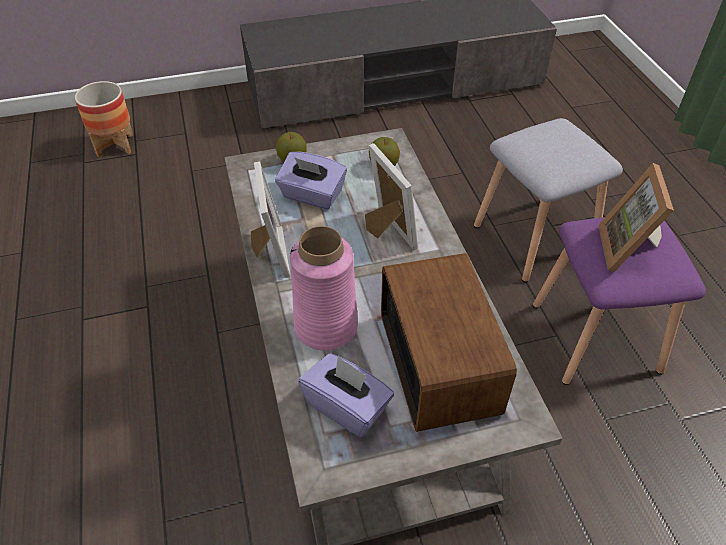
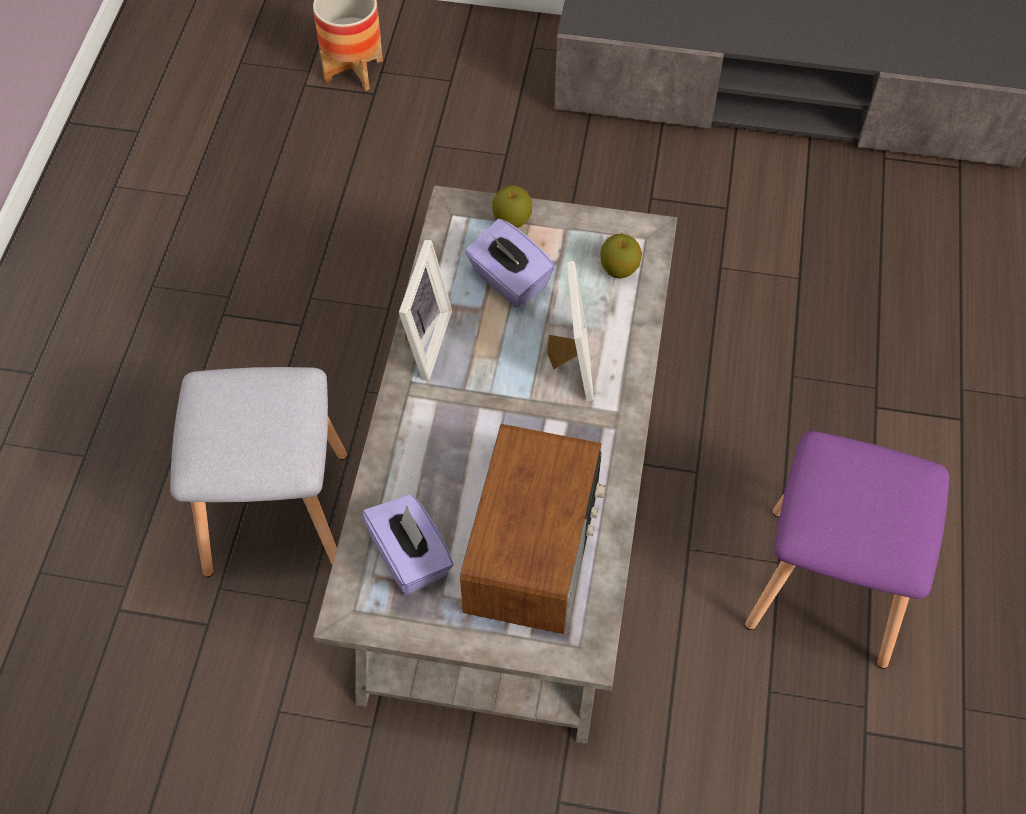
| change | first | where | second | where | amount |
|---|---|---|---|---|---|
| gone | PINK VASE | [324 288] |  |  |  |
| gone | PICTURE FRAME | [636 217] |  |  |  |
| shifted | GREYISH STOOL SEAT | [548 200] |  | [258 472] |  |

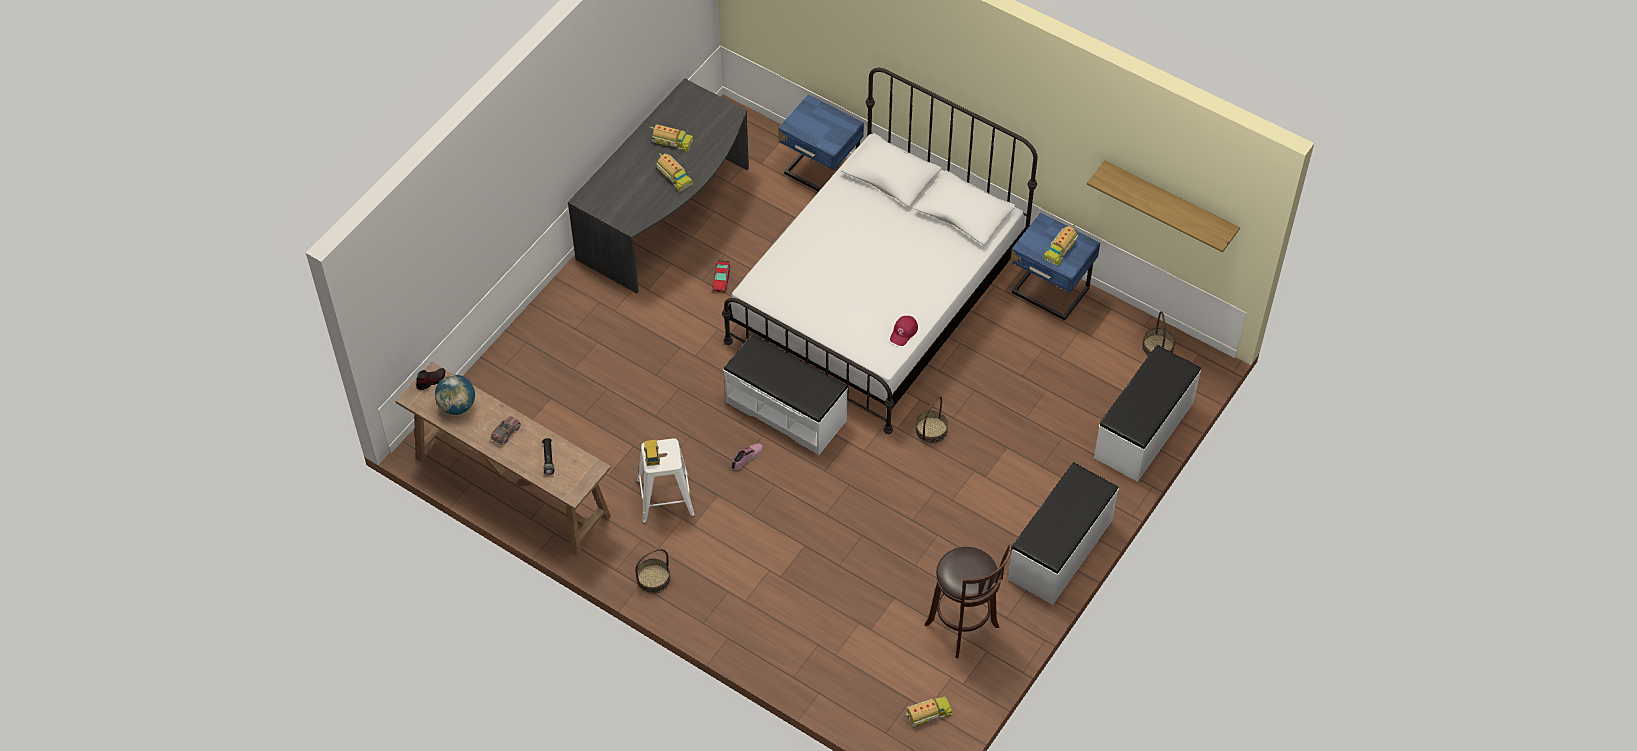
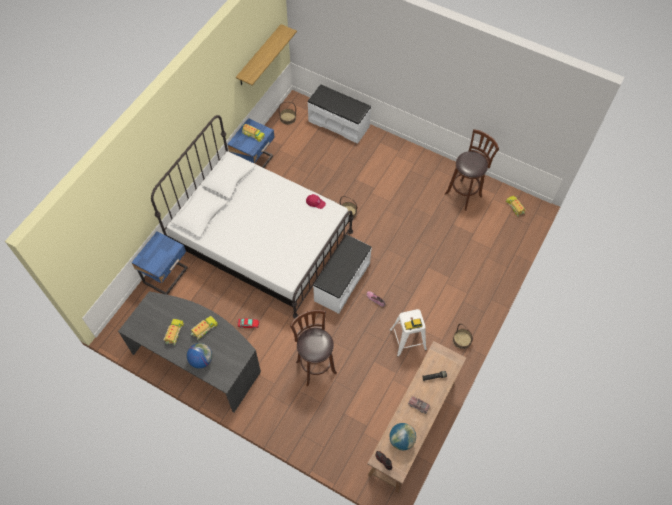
| change | first | where | second | where | amount |
|---|---|---|---|---|---|
| gone | WHITE BENCH | [1063 533] |  |  |  |
| new |  |  | DESK GLOBE | [199 355] |  |
| new |  |  | BROWN-COLOURED STOOL SEAT | [313 348] |  |

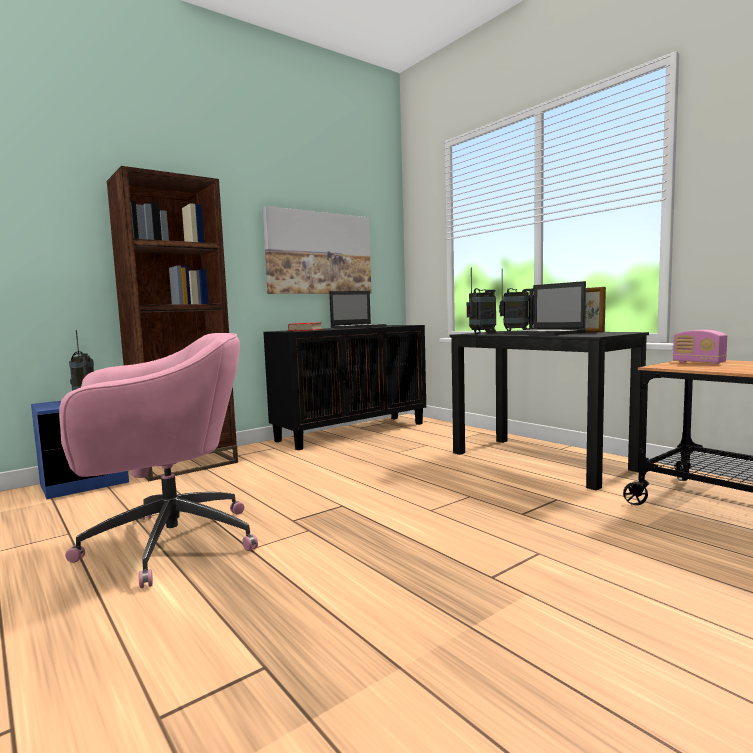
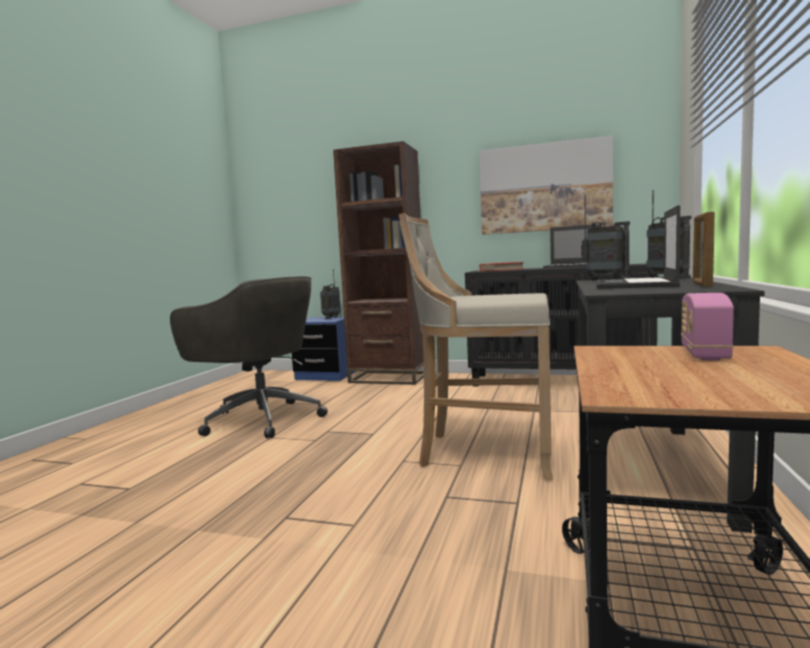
| change | first | where | second | where | amount |
|---|---|---|---|---|---|
| new |  |  | BEIGE-COLOURED STOOL SEAT | [476 346] |  |
| repainted | PINK COMPUTER CHAIR | [158 460] | GREYISH COMPUTER CHAIR | [249 357] |  |

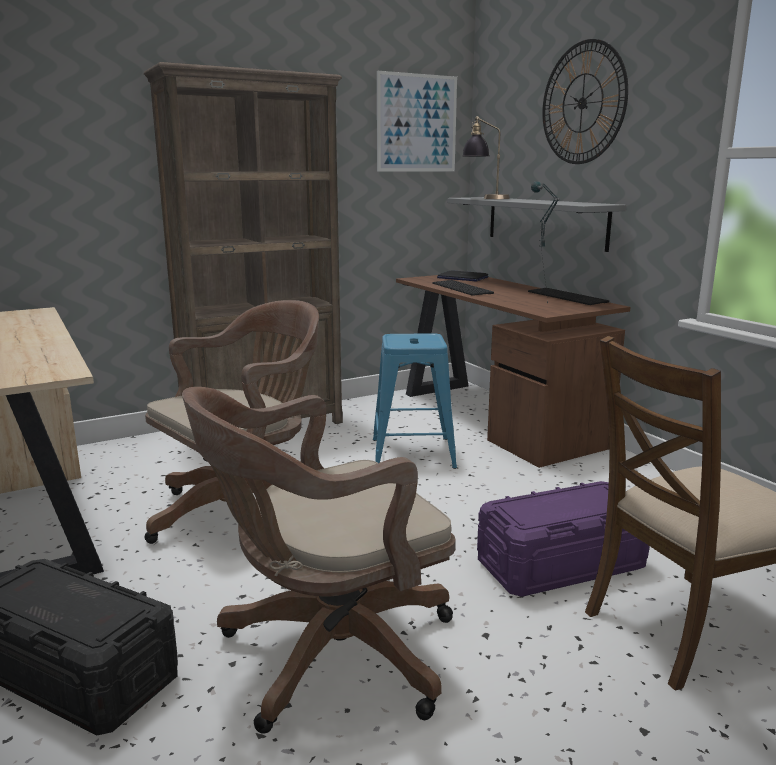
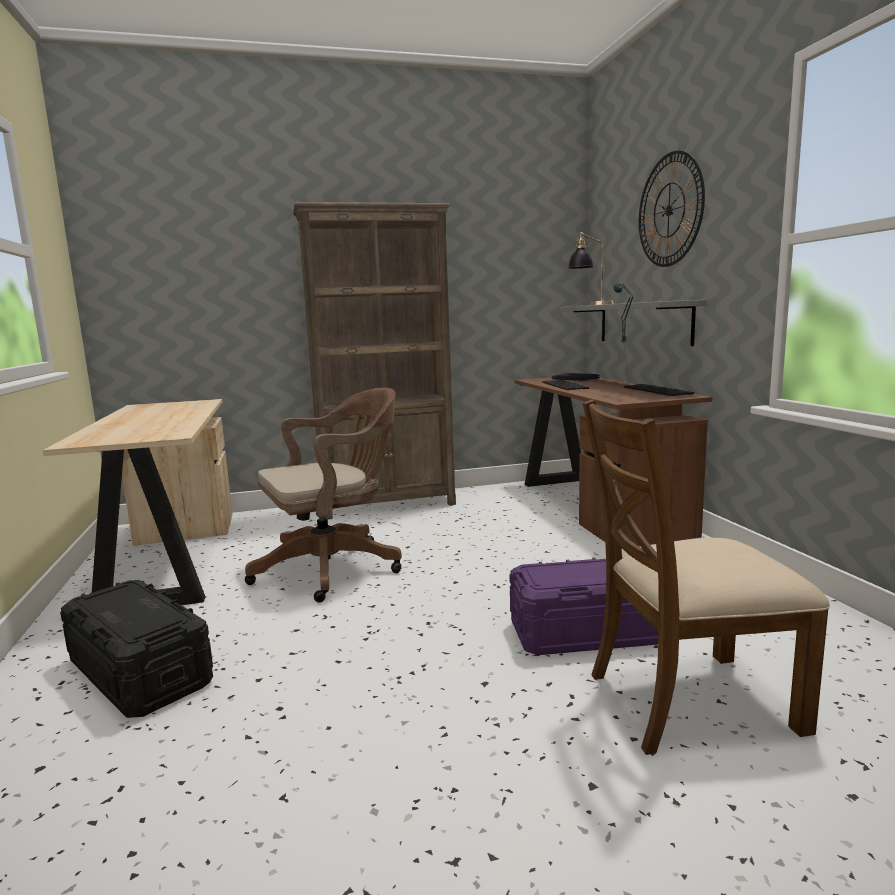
| change | first | where | second | where | amount |
|---|---|---|---|---|---|
| gone | BROWN-COLOURED COMPUTER CHAIR | [319 560] |  |  |  |
| gone | BLUE STOOL SEAT | [415 401] |  |  |  |
| gone | PICTURE | [417 121] |  |  |  |

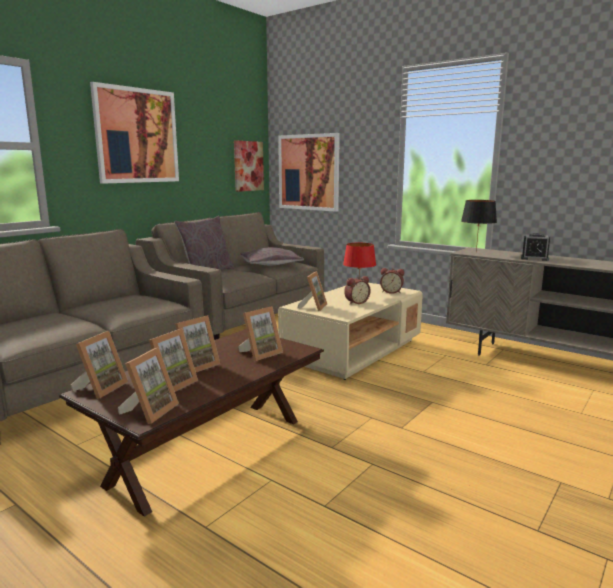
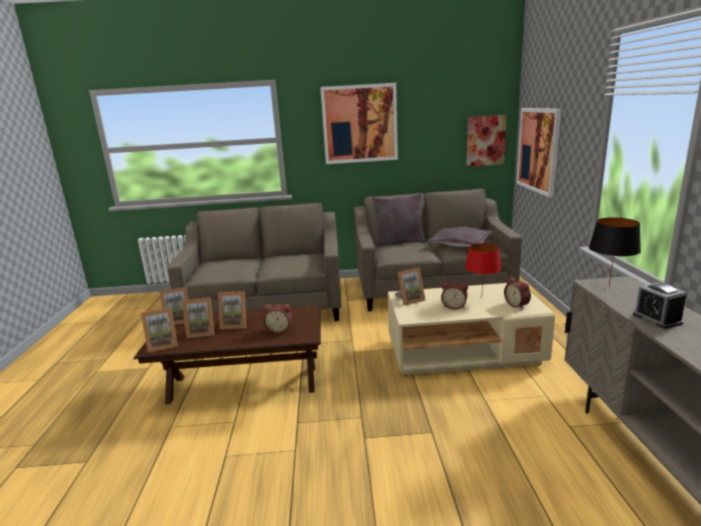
| change | first | where | second | where | amount |
|---|---|---|---|---|---|
| swapped | PICTURE FRAME | [260 333] | TABLE CLOCK | [277 319] |  |

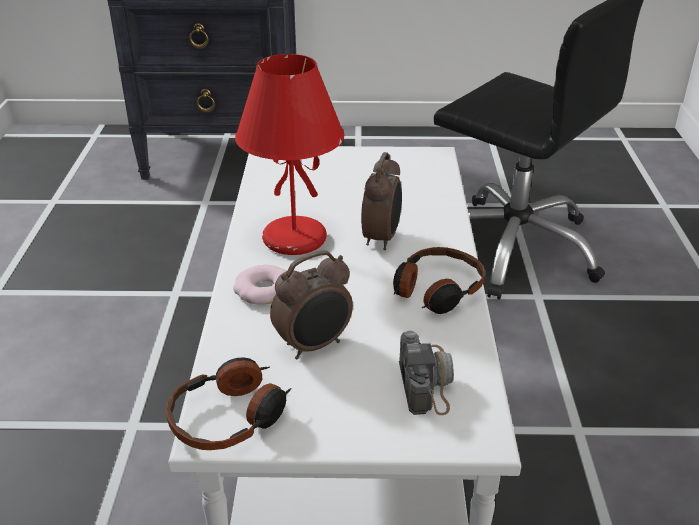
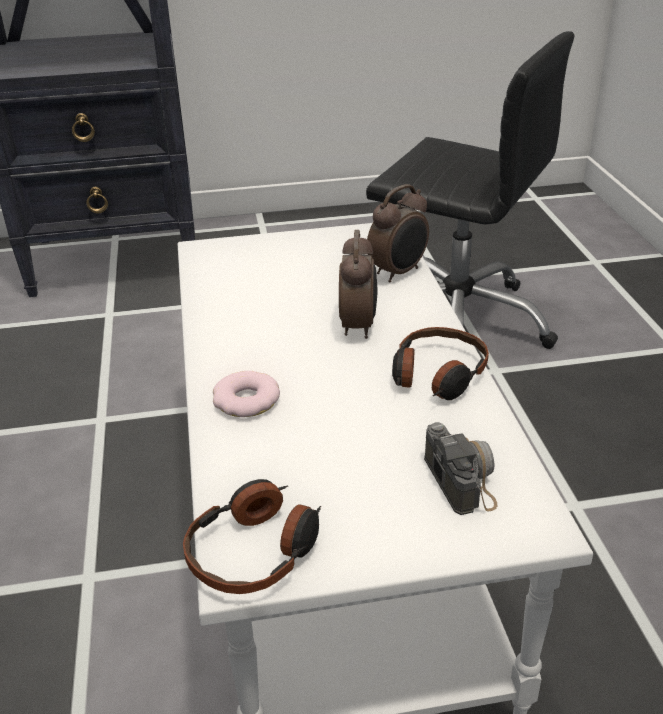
| change | first | where | second | where | amount |
|---|---|---|---|---|---|
| gone | RED-COLOURED TABLE LAMP | [289 154] |  |  |  |
| shifted | TABLE CLOCK | [311 304] |  | [398 233] |  |

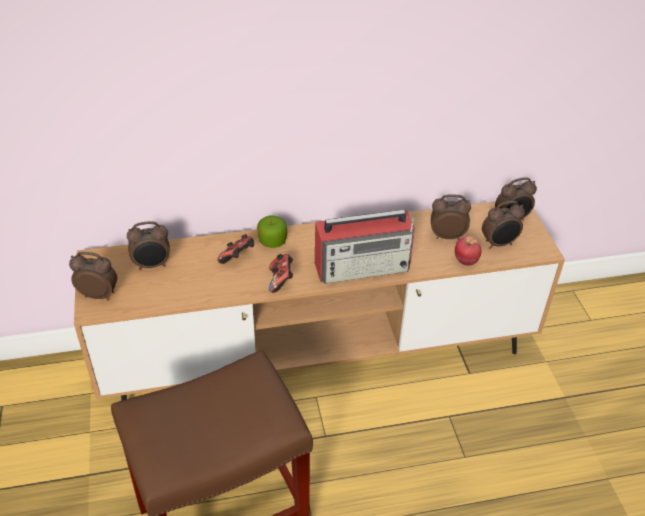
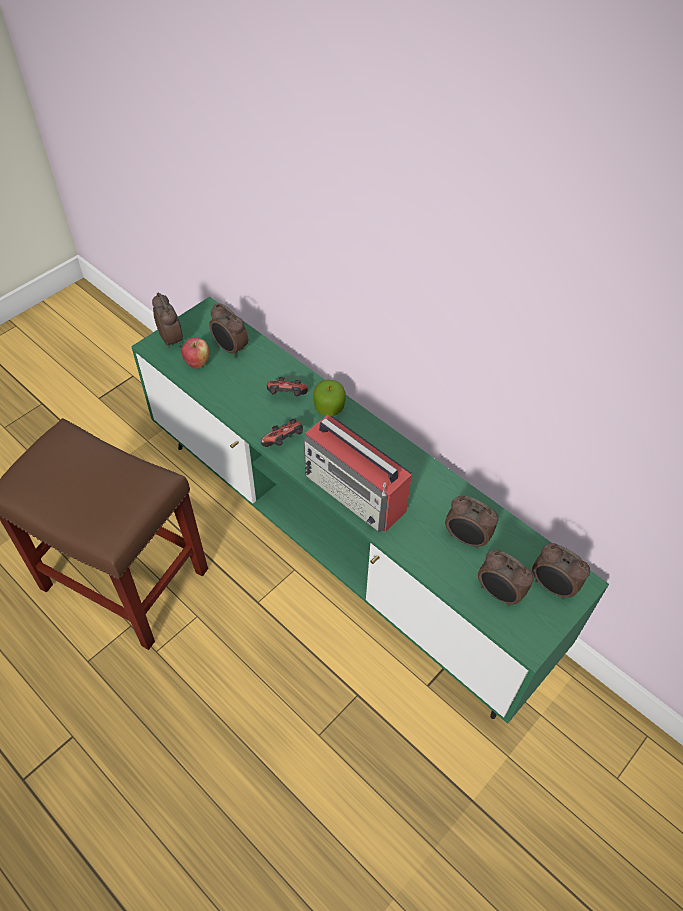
| change | first | where | second | where | amount |
|---|---|---|---|---|---|
| shifted | APPLE | [468 251] |  | [195 353] |  |
| repainted | BROWN-COLOURED MEDIA CONSOLE | [319 301] | GREEN MEDIA CONSOLE | [370 510] |  |
| rotated | TABLE CLOCK | [451 217] |  | [471 522] | 150 degrees clockwise |

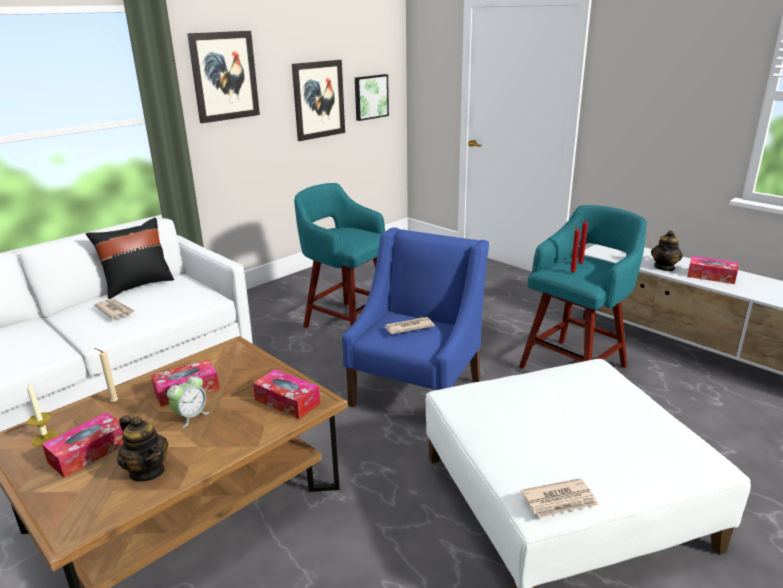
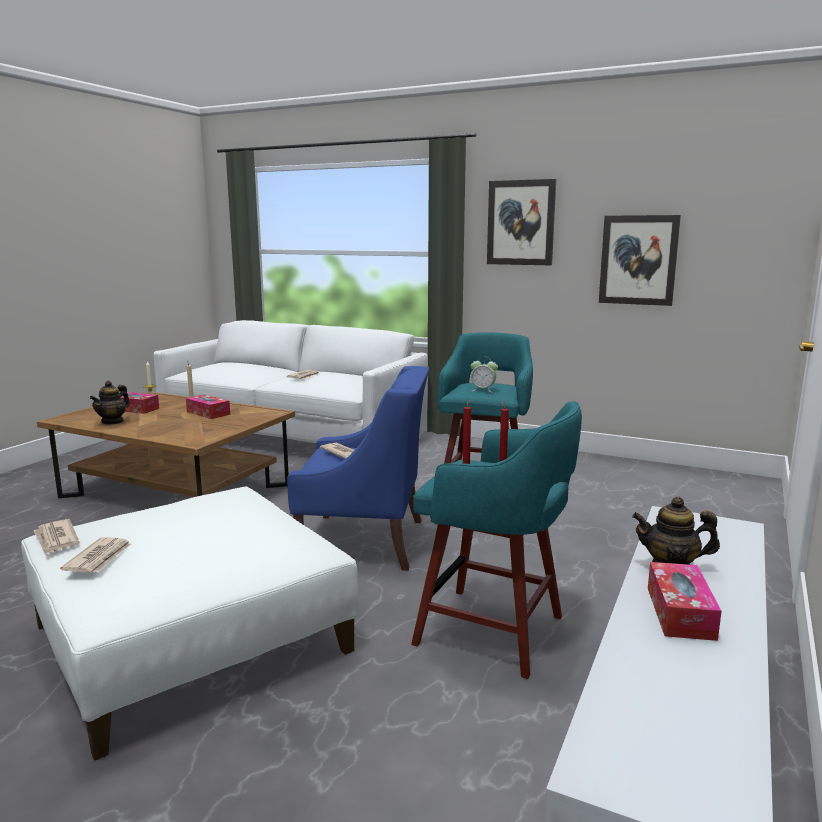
| change | first | where | second | where | amount |
|---|---|---|---|---|---|
| gone | BLACKISH THROW PILLOW | [130 258] |  |  |  |
| gone | TISSUE HOLDER | [286 394] |  |  |  |
| gone | PICTURE | [372 97] |  |  |  |
| new |  |  | DAILY PAPER | [95 555] |  |
| shifted | TABLE CLOCK | [188 401] |  | [484 376] |  |

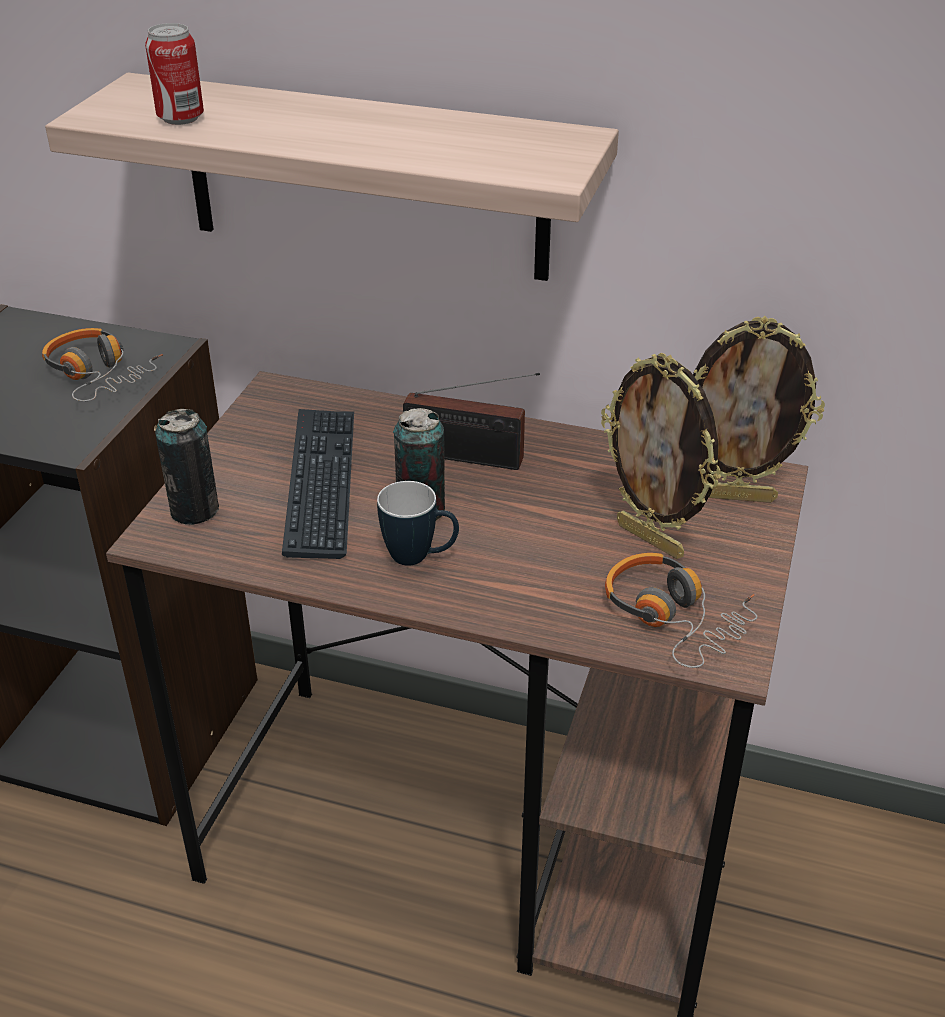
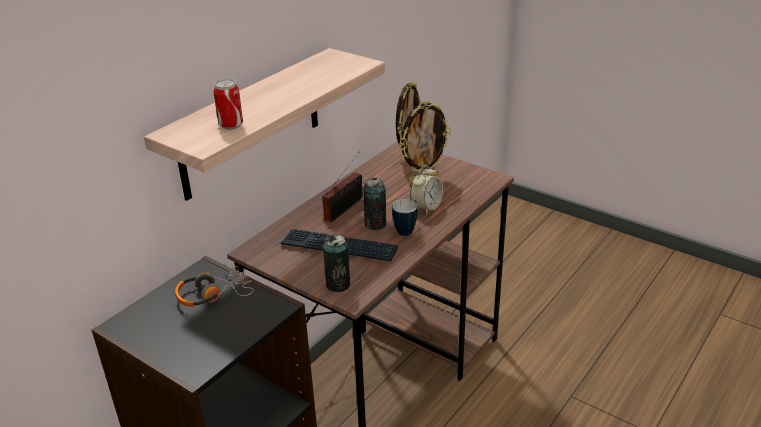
| change | first | where | second | where | amount |
|---|---|---|---|---|---|
| gone | HEADPHONES | [681 610] |  |  |  |
| new |  |  | TABLE CLOCK | [426 189] |  |

